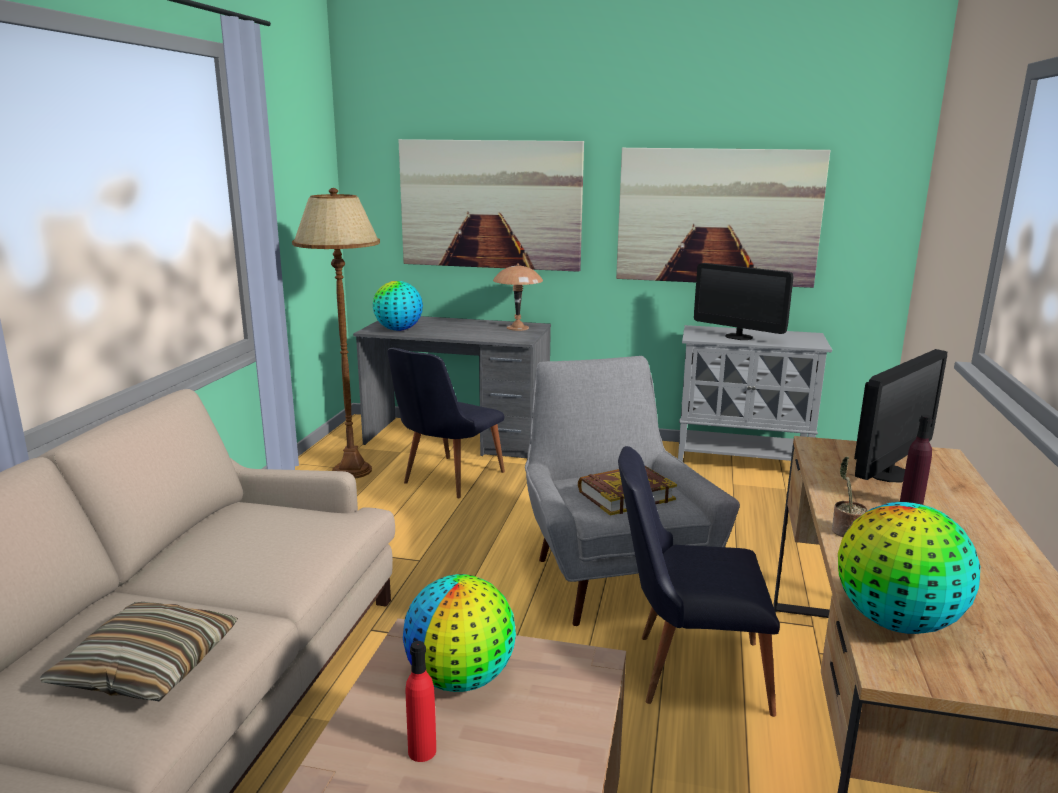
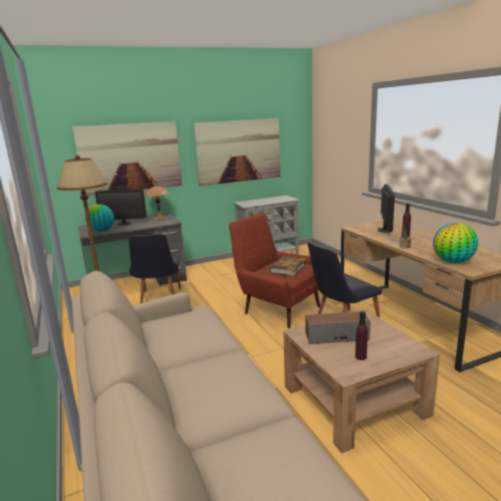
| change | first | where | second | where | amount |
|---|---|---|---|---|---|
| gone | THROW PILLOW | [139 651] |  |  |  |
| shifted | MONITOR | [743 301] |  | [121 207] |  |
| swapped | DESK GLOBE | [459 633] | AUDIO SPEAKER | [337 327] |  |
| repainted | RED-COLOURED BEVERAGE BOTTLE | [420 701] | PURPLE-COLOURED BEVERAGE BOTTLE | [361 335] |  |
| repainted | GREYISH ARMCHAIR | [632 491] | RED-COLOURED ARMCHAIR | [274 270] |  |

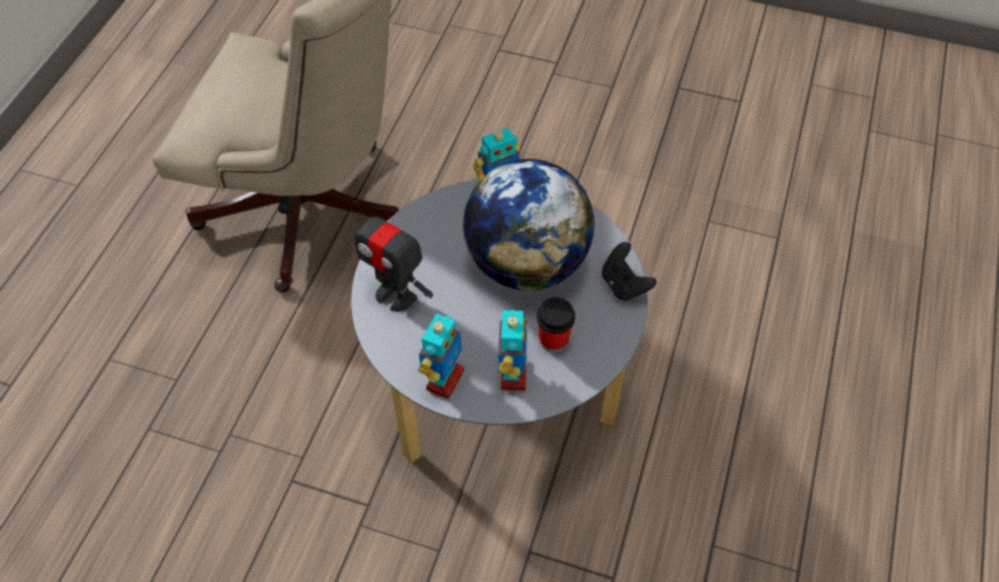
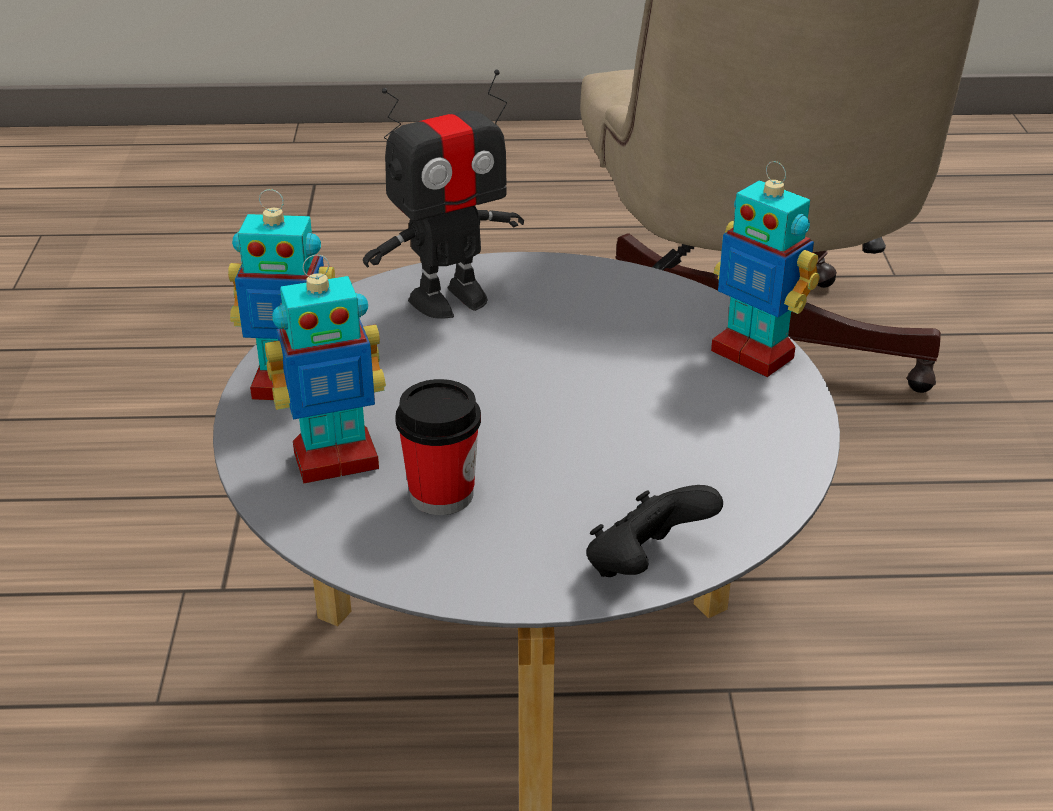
| change | first | where | second | where | amount |
|---|---|---|---|---|---|
| gone | DESK GLOBE | [528 225] |  |  |  |
| rotated | ROBOT FIGURE | [393 256] |  | [443 194] | 135 degrees counterclockwise |

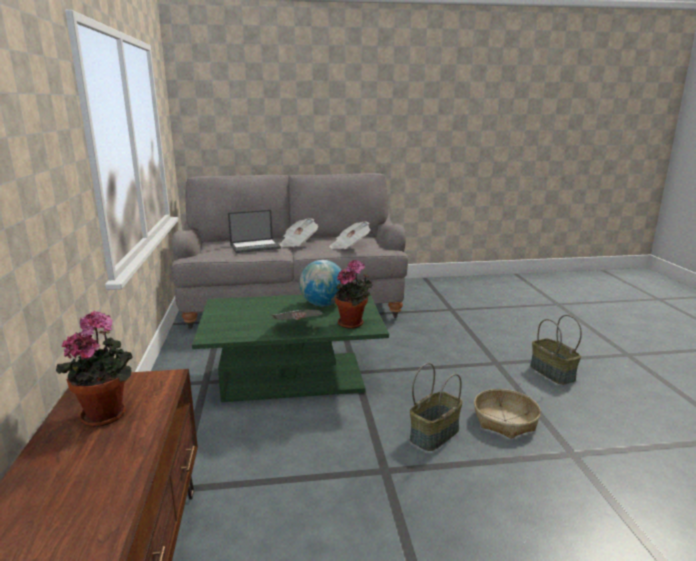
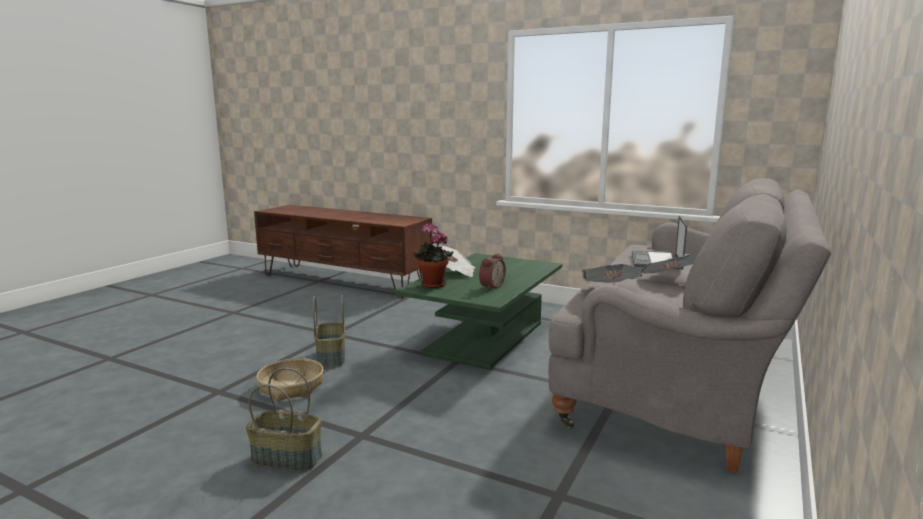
| change | first | where | second | where | amount |
|---|---|---|---|---|---|
| gone | POTTED PLANT | [94 369] |  |  |  |
| swapped | DESK GLOBE | [322 283] | TABLE CLOCK | [492 271] |  |

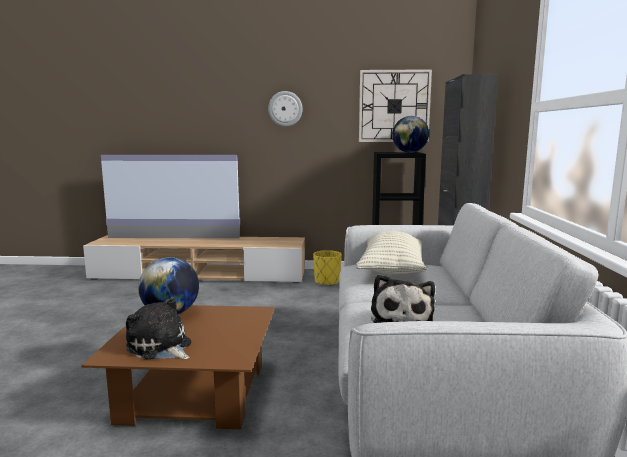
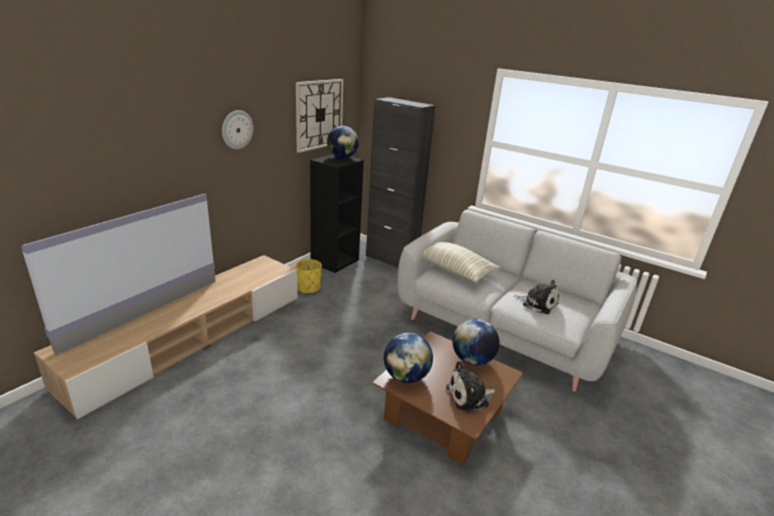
| change | first | where | second | where | amount |
|---|---|---|---|---|---|
| new |  |  | DESK GLOBE | [476 341] |  |

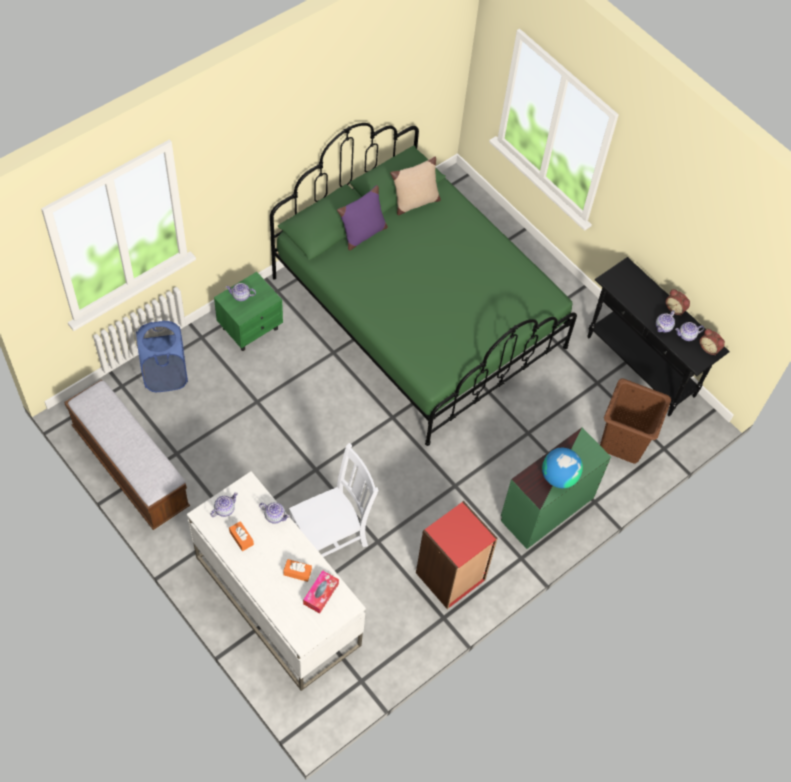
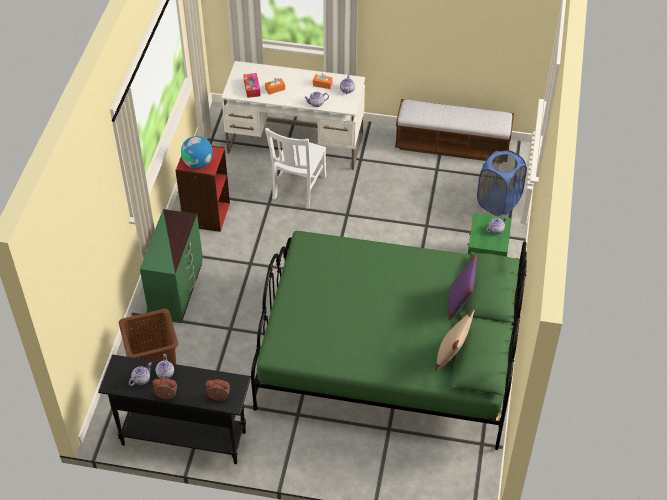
| change | first | where | second | where | amount |
|---|---|---|---|---|---|
| shifted | DESK GLOBE | [562 468] |  | [197 152] |  |
| shifted | TABLE CLOCK | [712 342] |  | [218 390] |  |

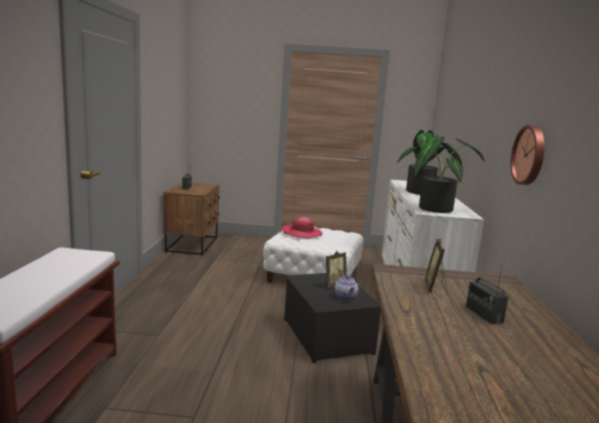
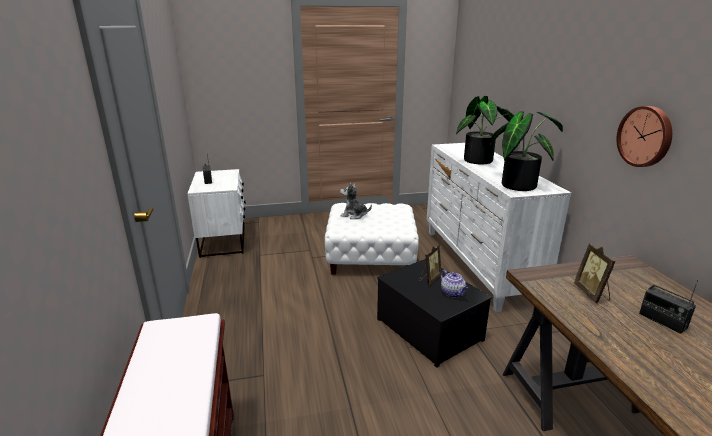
| change | first | where | second | where | amount |
|---|---|---|---|---|---|
| swapped | WEARABLE HAT | [302 227] | SOFT TOY | [356 201] |  |
| repainted | BROWN-COLOURED BEDSIDE TABLE | [191 219] | WHITE BEDSIDE TABLE | [216 213] |  |

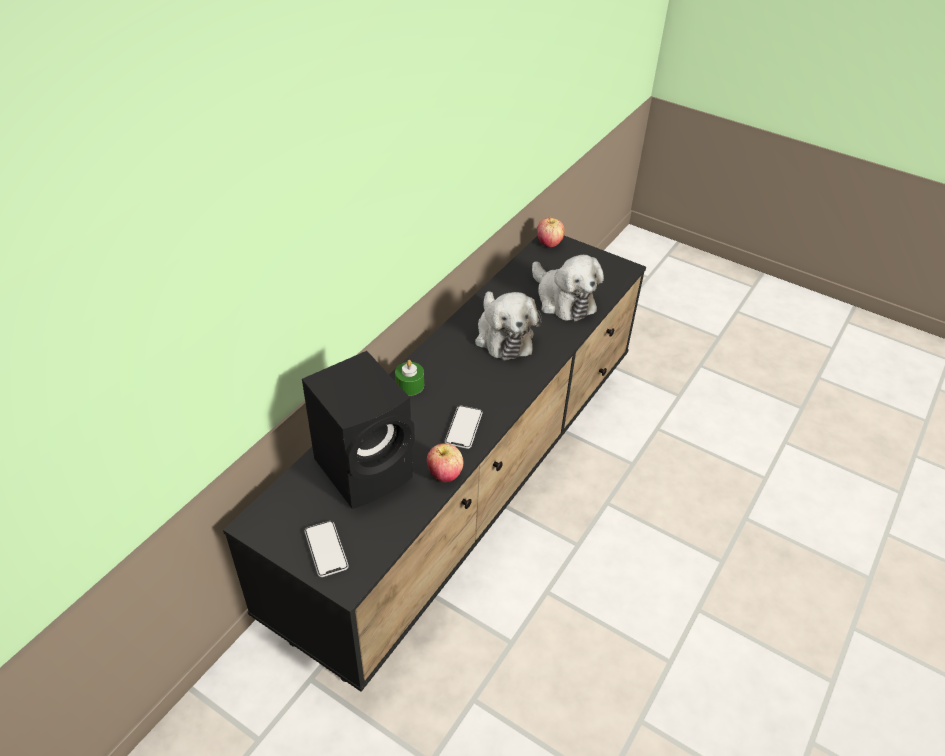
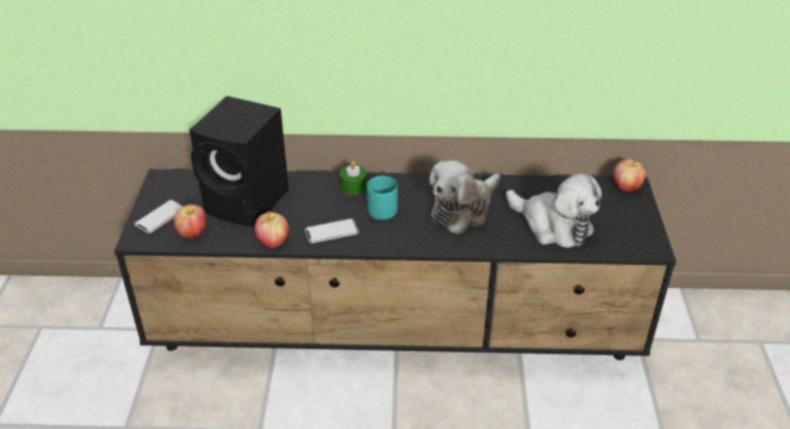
| change | first | where | second | where | amount |
|---|---|---|---|---|---|
| new |  |  | APPLE | [190 221] |  |
| new |  |  | TURQUOISE TEA MUG | [382 198] |  |
| rotated | SOFT TOY | [568 288] |  | [554 210] | 75 degrees counterclockwise |

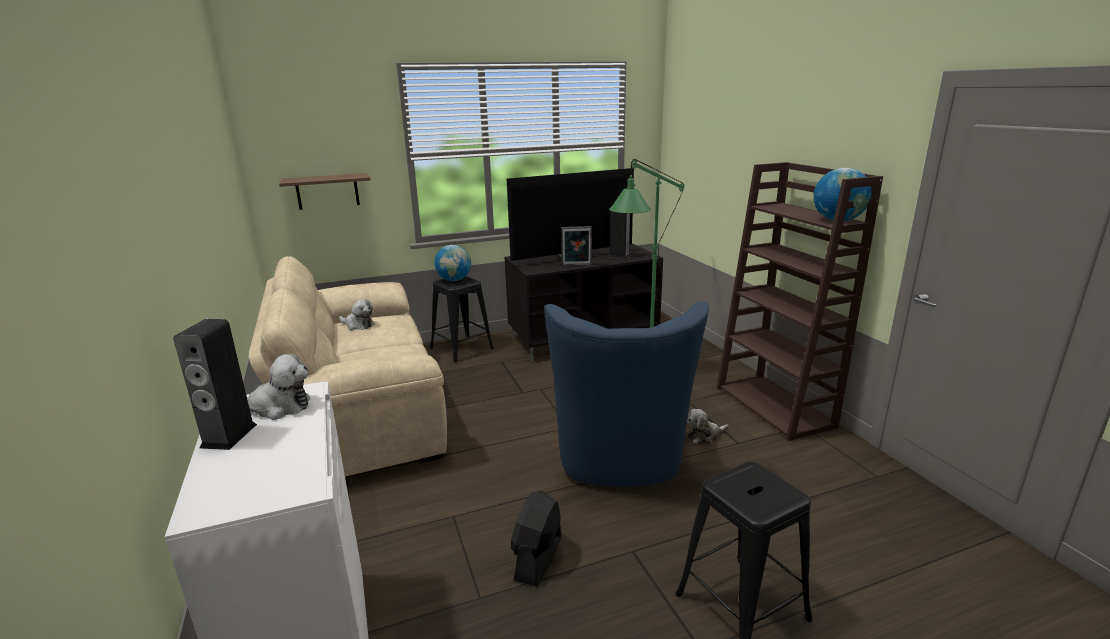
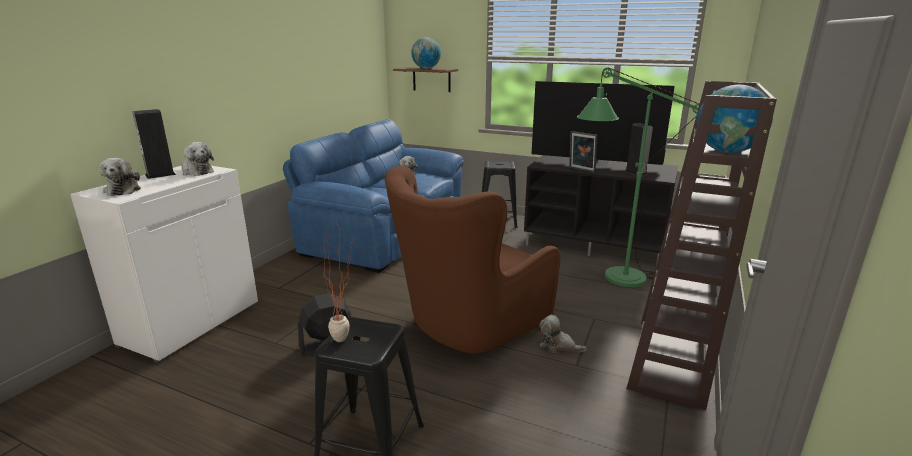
| change | first | where | second | where | amount |
|---|---|---|---|---|---|
| new |  |  | SOFT TOY | [120 177] |  |
| new |  |  | POTTED PLANT | [339 281] |  |
| shifted | DESK GLOBE | [452 263] |  | [426 53] |  |
| repainted | BEIGE-COLOURED SETTEE | [348 366] | BLUE SETTEE | [373 196] |  |
| repainted | BLUE ARMCHAIR | [626 394] | BROWN-COLOURED ARMCHAIR | [472 259] |  |

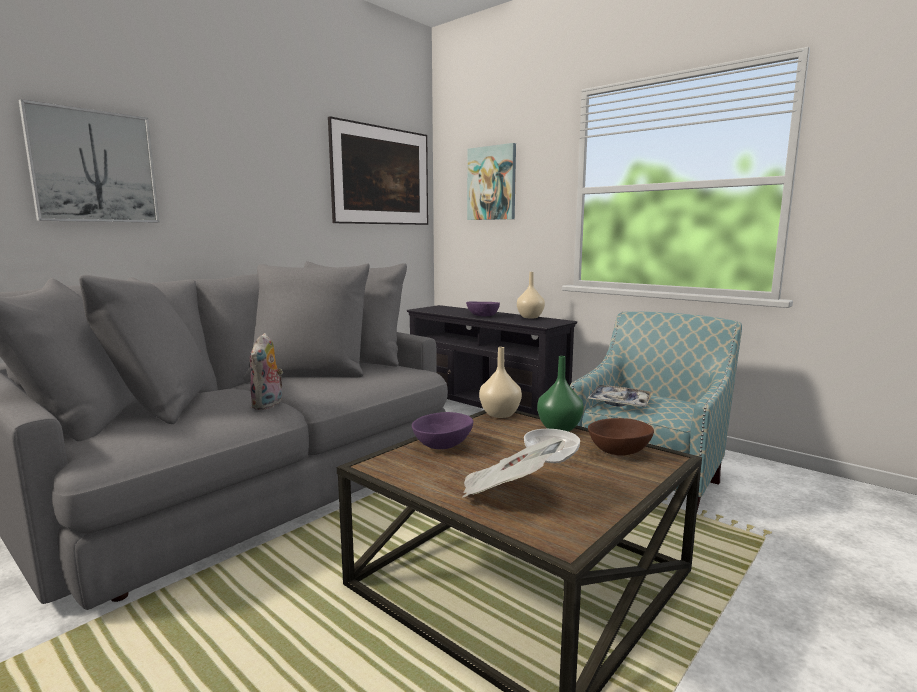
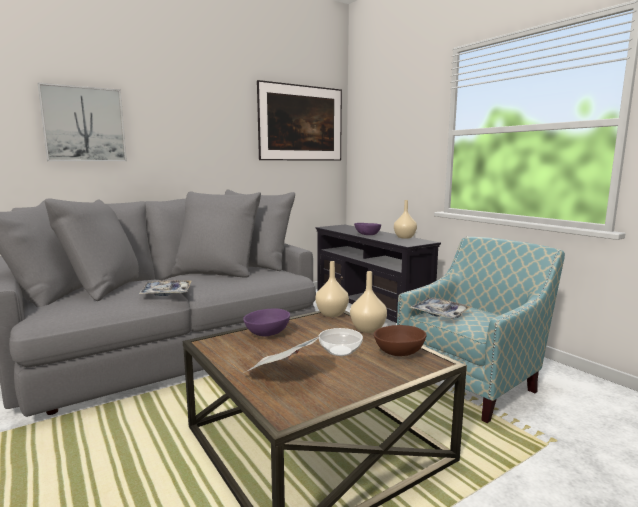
| change | first | where | second | where | amount |
|---|---|---|---|---|---|
| gone | PICTURE | [491 181] |  |  |  |
| swapped | SOFT TOY | [266 371] | SERVING TRAY | [165 288] |  |
| repainted | GREEN VASE | [560 394] | BEIGE-COLOURED VASE | [368 302] |  |

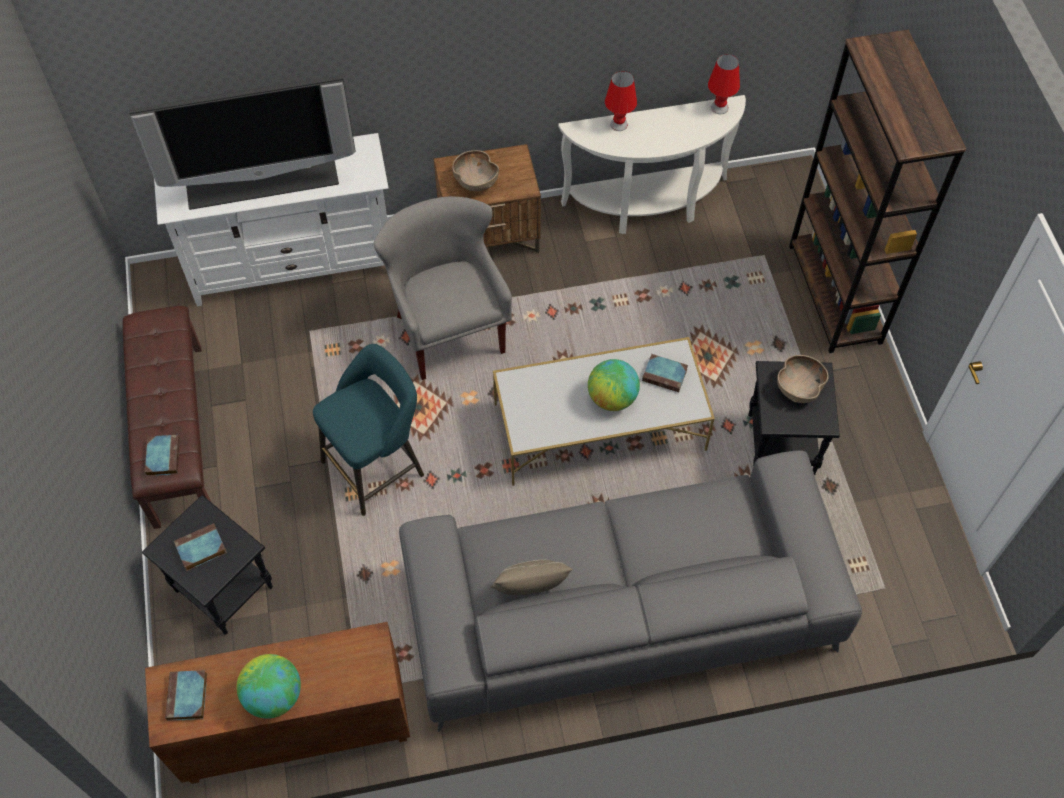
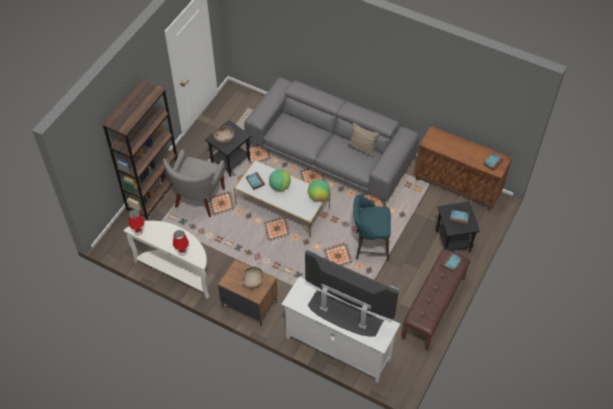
| change | first | where | second | where | amount |
|---|---|---|---|---|---|
| shifted | DESK GLOBE | [269 686] |  | [319 191] |  |
| shifted | GREYISH ARMCHAIR | [443 288] |  | [194 183] |  |

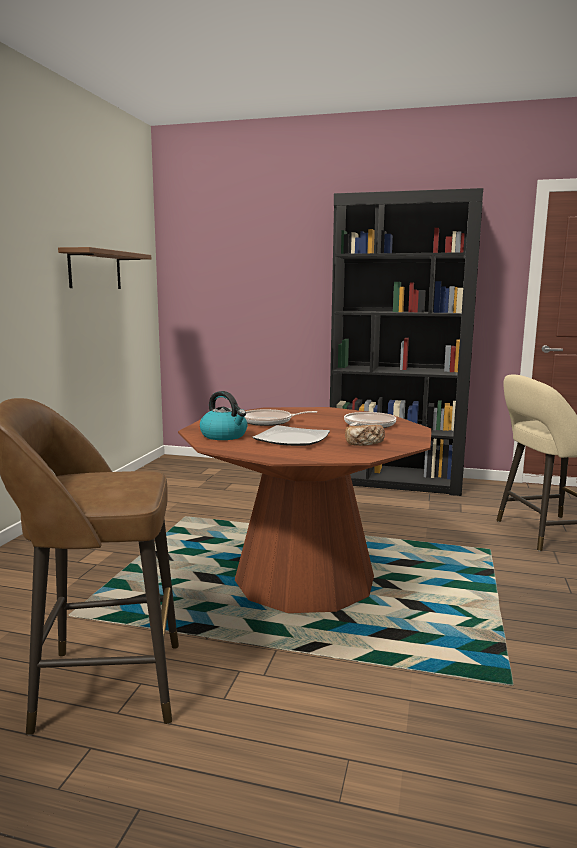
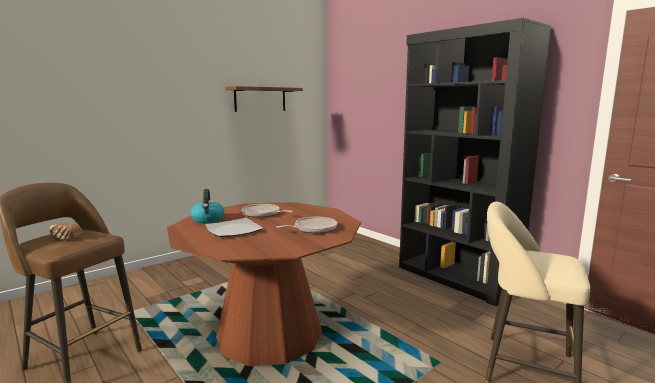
| change | first | where | second | where | amount |
|---|---|---|---|---|---|
| shifted | BREAD | [365 435] |  | [65 231] |  |

